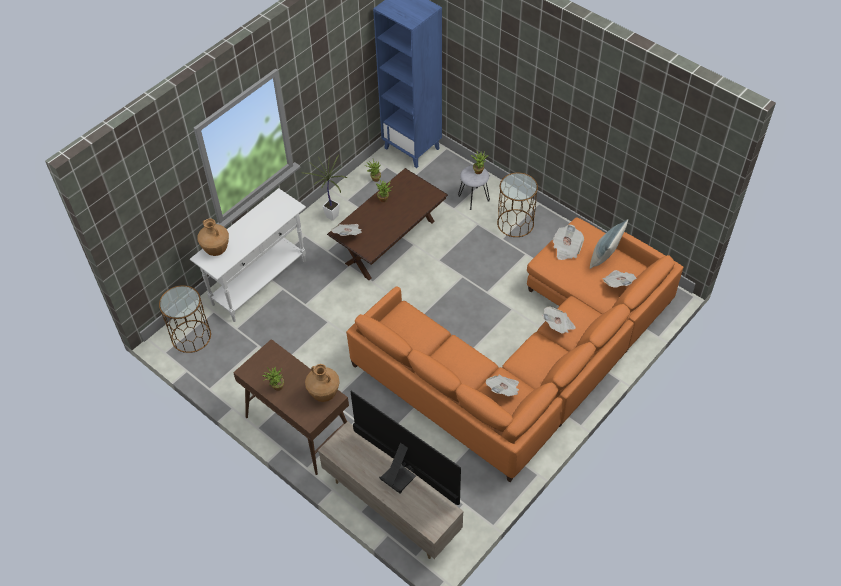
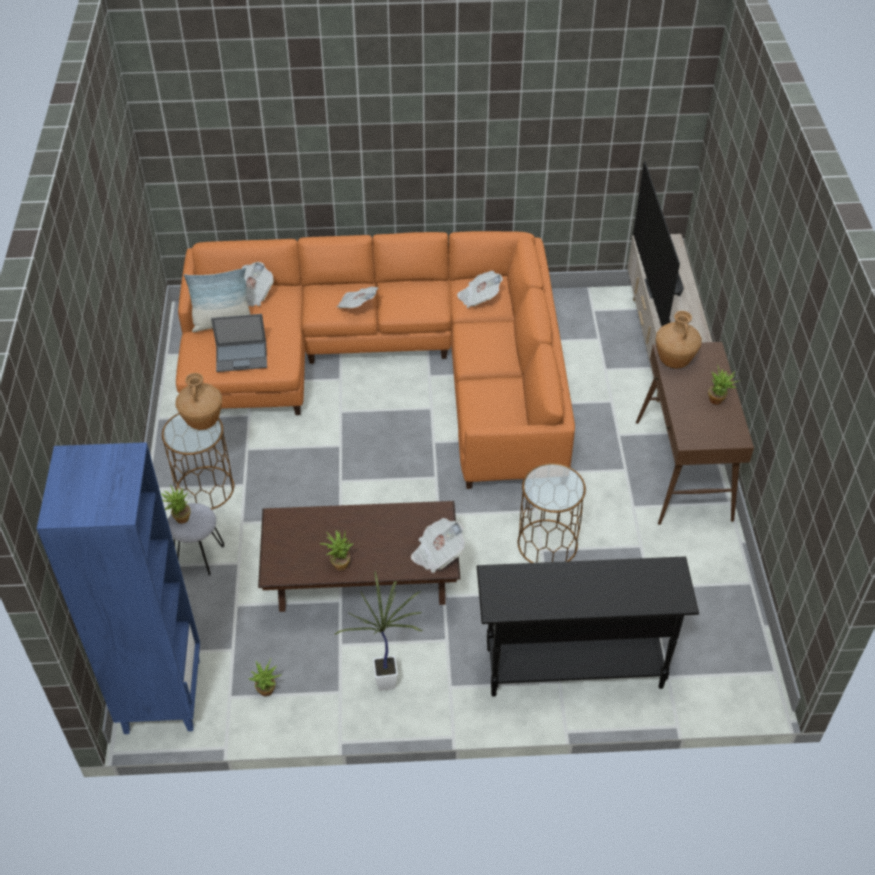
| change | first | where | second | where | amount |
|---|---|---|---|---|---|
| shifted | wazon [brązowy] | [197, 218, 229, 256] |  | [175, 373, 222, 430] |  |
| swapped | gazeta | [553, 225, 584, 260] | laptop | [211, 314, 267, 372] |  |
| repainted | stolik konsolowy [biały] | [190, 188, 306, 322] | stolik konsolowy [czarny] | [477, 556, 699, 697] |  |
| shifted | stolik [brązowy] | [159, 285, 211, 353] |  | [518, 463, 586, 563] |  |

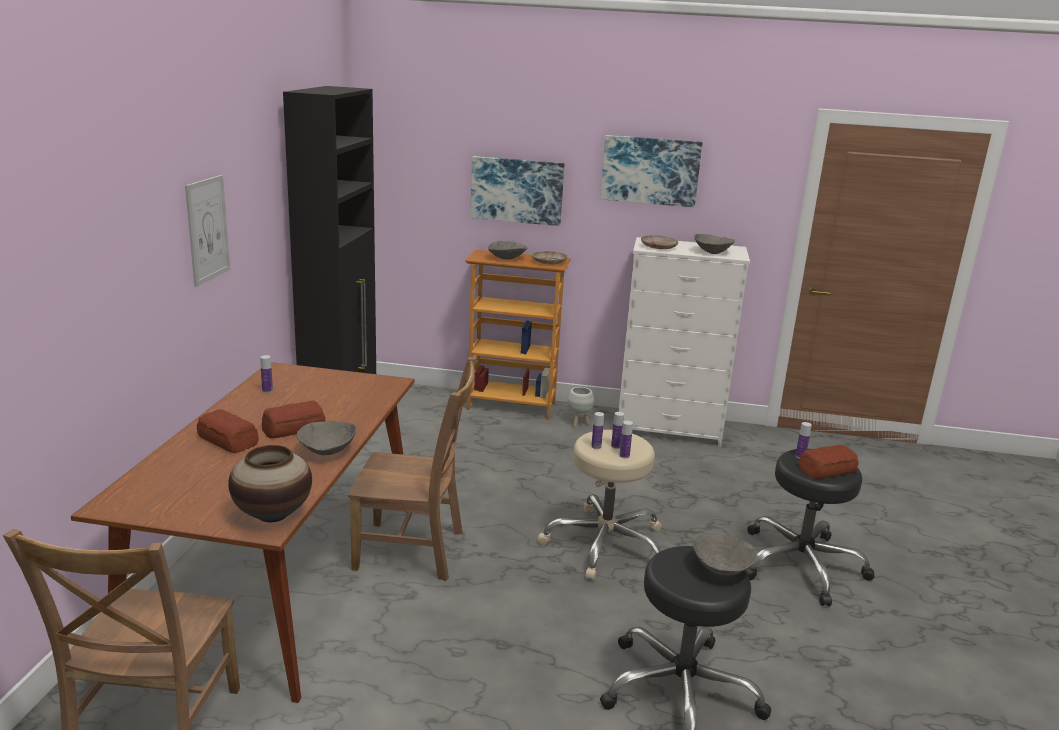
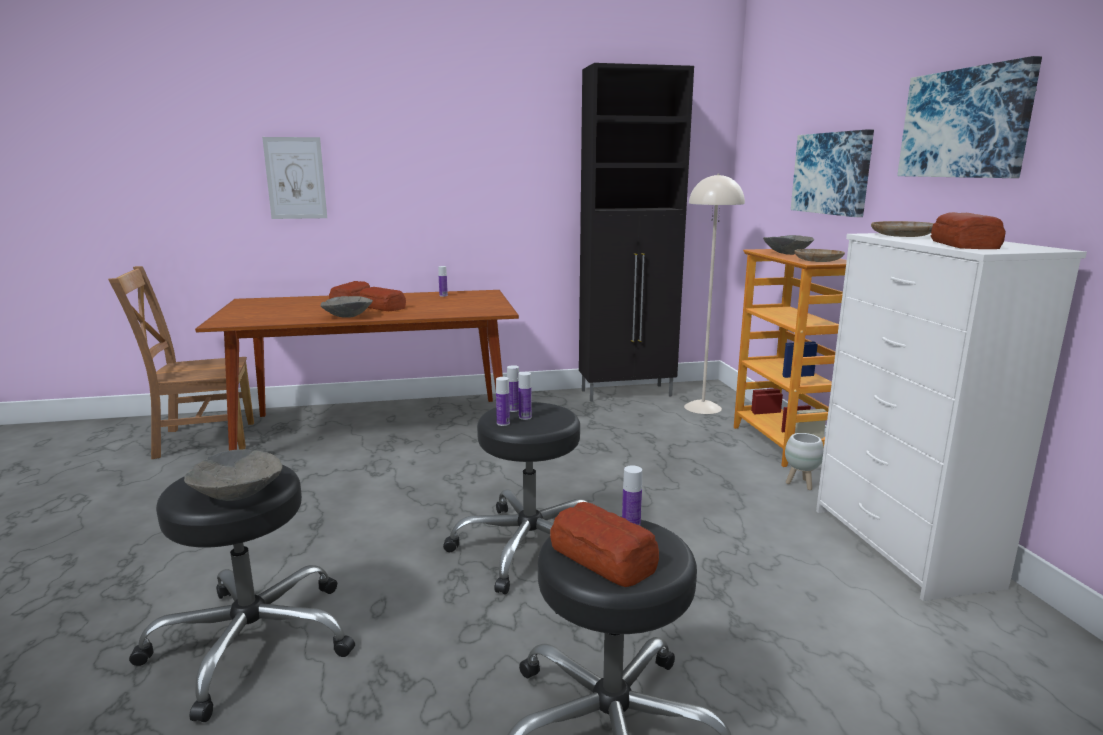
| change | first | where | second | where | amount |
|---|---|---|---|---|---|
| shifted | obraz | [185, 175, 230, 287] |  | [262, 137, 327, 219] |  |
| repainted | stołek [beżowy] | [538, 430, 662, 581] | stołek [czarny] | [443, 402, 589, 595] |  |
| new |  |  | lampa stojąca [beżowy] | [684, 174, 745, 414] |  |
| swapped | miska [szary] | [694, 234, 735, 254] | chleb | [931, 212, 1006, 249] |  |
| gone | wazon | [228, 445, 312, 522] |  |  |  |
| gone | krzesło [brązowy] | [348, 357, 477, 581] |  |  |  |

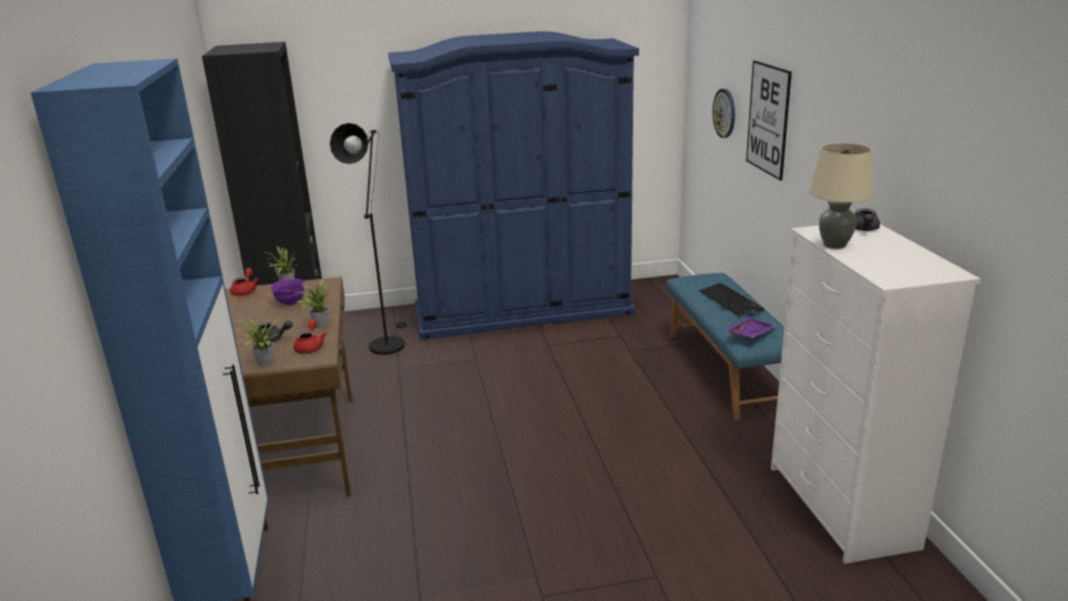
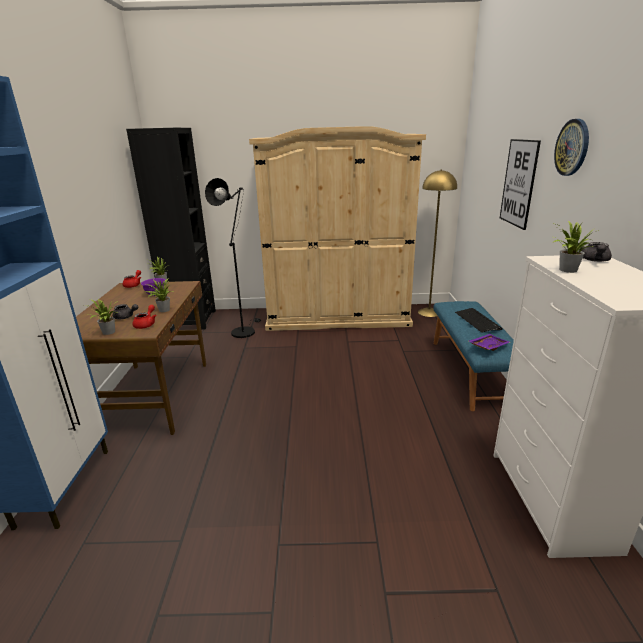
| change | first | where | second | where | amount |
|---|---|---|---|---|---|
| repainted | szafa [niebieski] | [388, 31, 639, 340] | szafa [beżowy] | [249, 126, 426, 331] |  |
| new |  |  | lampa stojąca [żółty] | [418, 169, 457, 317] |  |
| swapped | lampa stołowa [beżowy] | [809, 143, 873, 249] | roślina doniczkowa | [552, 221, 599, 273] |  |
| shifted | zegar ścienny | [713, 89, 735, 138] |  | [554, 119, 589, 176] |  |

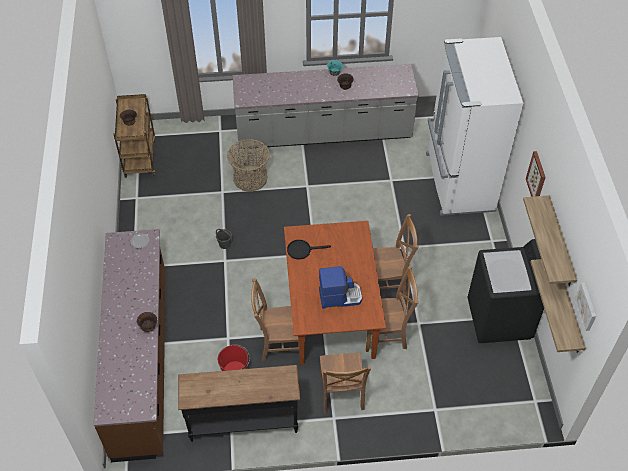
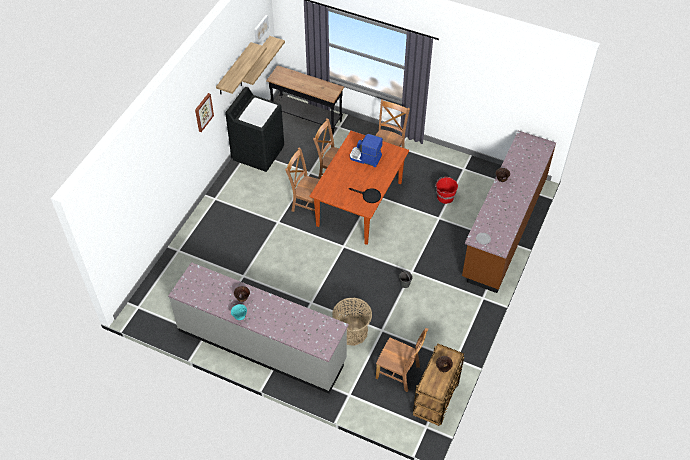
| change | first | where | second | where | amount |
|---|---|---|---|---|---|
| shifted | stolik konsolowy [czarny] | [178, 365, 300, 442] |  | [266, 65, 344, 134] |  |
| shifted | krzesło [brązowy] | [251, 279, 299, 361] |  | [376, 328, 428, 392] |  |
| gone | lodówka [biały] | [426, 37, 523, 216] |  |  |  |

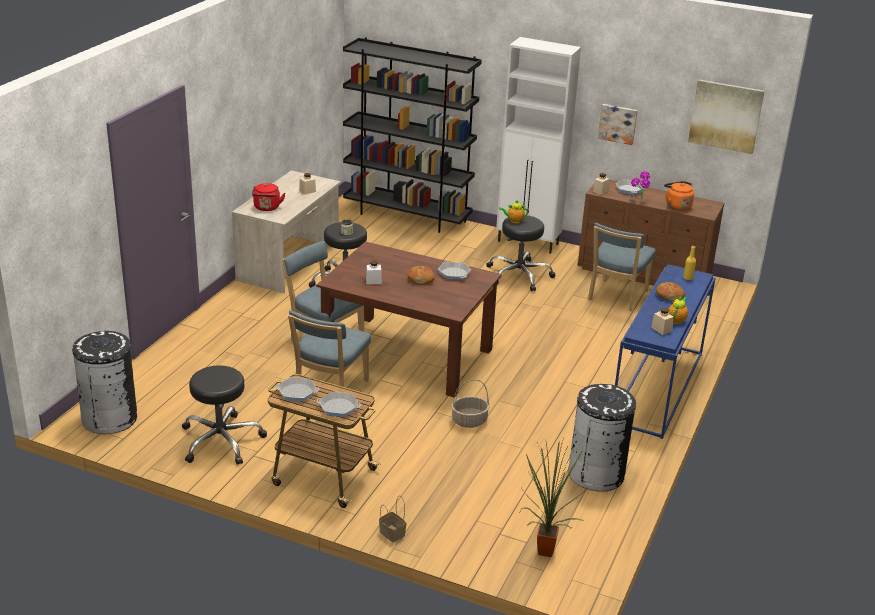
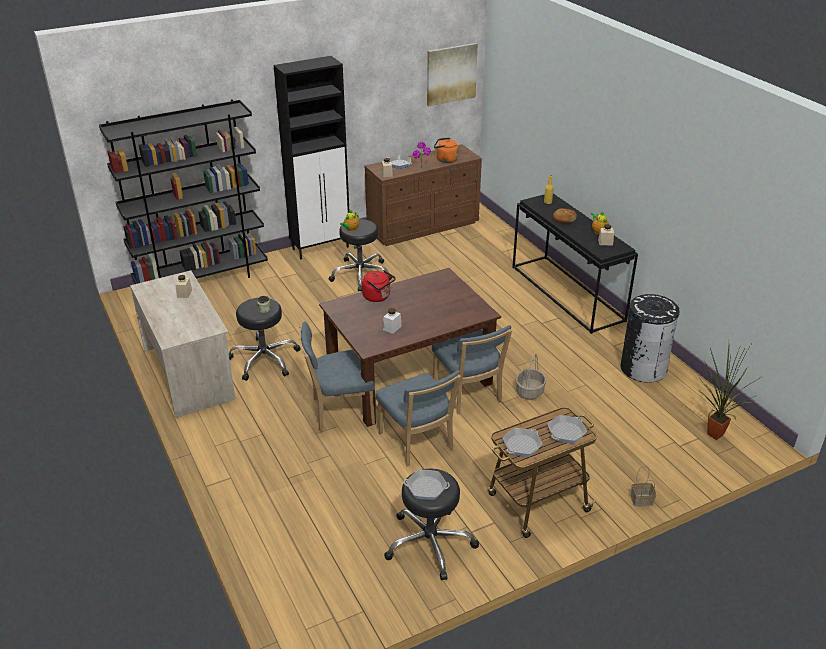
| change | first | where | second | where | amount |
|---|---|---|---|---|---|
| repainted | szafka [biały] | [496, 37, 581, 254] | szafka [czarny] | [274, 56, 350, 259] |  |
| shifted | czajnik [czerwony] | [252, 183, 285, 211] |  | [362, 270, 396, 302] |  |
| shifted | patelnia | [438, 261, 471, 280] |  | [404, 470, 450, 500] |  |
| shifted | krzesło [niebieski] | [588, 223, 656, 311] |  | [432, 325, 512, 414] |  |
| repainted | stolik konsolowy [niebieski] | [615, 264, 715, 439] | stolik konsolowy [czarny] | [512, 193, 638, 334] |  |
| gone | kosz na śmieci [czarny] | [72, 331, 137, 434] |  |  |  |
| gone | chleb | [408, 266, 435, 284] |  |  |  |
| gone | obraz | [598, 104, 638, 145] |  |  |  |

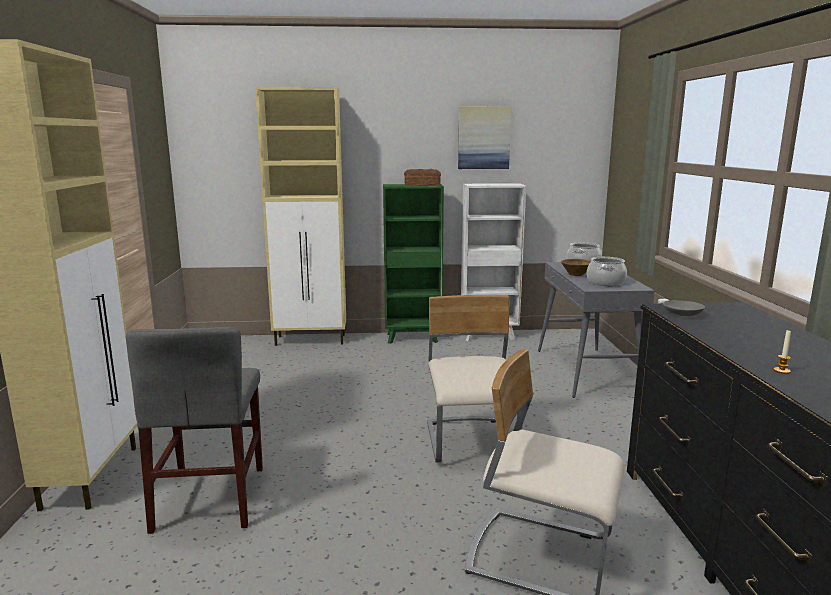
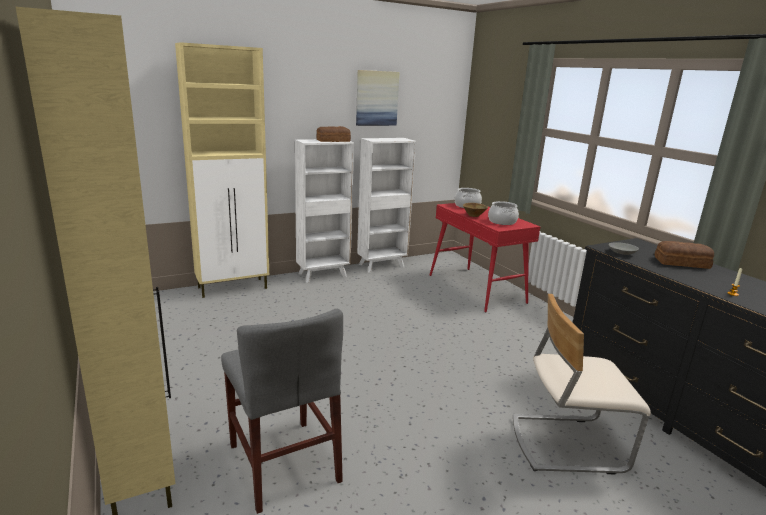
| change | first | where | second | where | amount |
|---|---|---|---|---|---|
| repainted | regał [zielony] | [383, 184, 444, 344] | regał [biały] | [295, 139, 354, 283] |  |
| repainted | stolik konsolowy [szary] | [538, 262, 655, 398] | stolik konsolowy [czerwony] | [430, 203, 540, 313] |  |
| new |  |  | chleb | [655, 241, 714, 269] |  |
| gone | krzesło [beżowy] | [427, 295, 522, 462] |  |  |  |

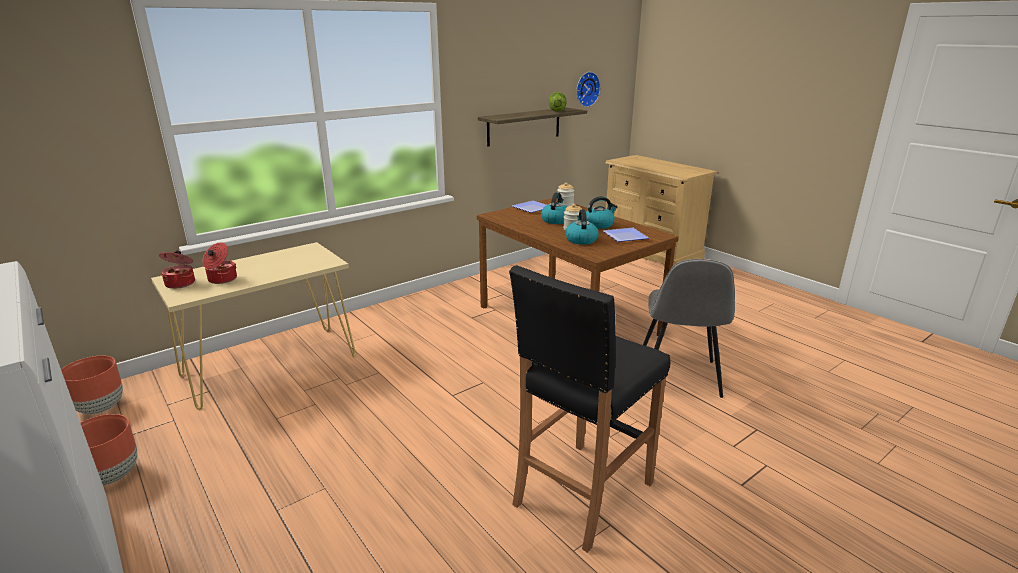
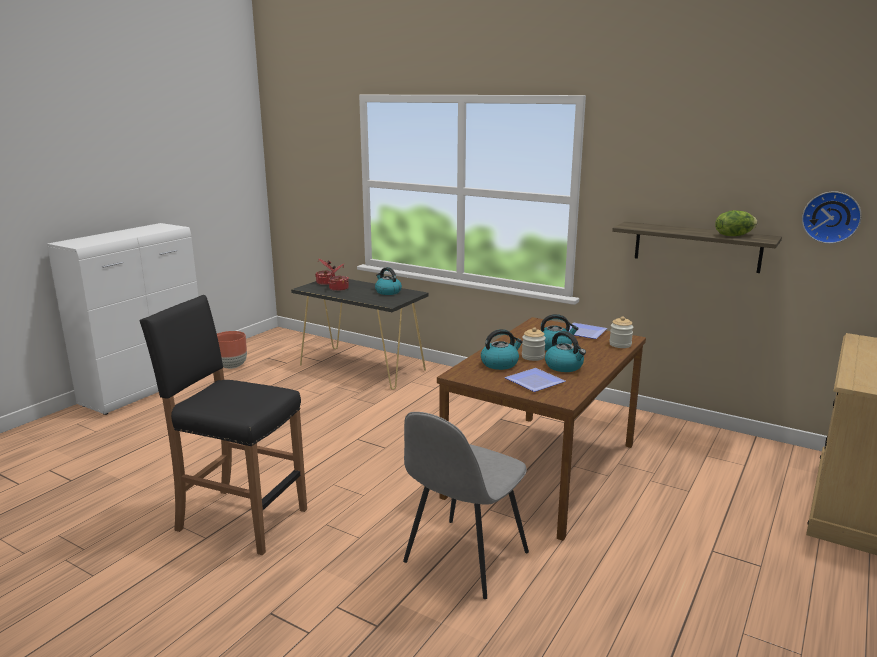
| change | first | where | second | where | amount |
|---|---|---|---|---|---|
| repainted | stolik konsolowy [beżowy] | [151, 242, 356, 410] | stolik konsolowy [czarny] | [291, 279, 429, 390] |  |
| new |  |  | czajnik | [375, 267, 402, 295] |  |
| rotated | krzesło [szary] | [643, 259, 735, 398] |  | [403, 412, 529, 599] | 45 degrees counterclockwise |
| gone | donica [brązowy] | [61, 356, 123, 414] |  |  |  |

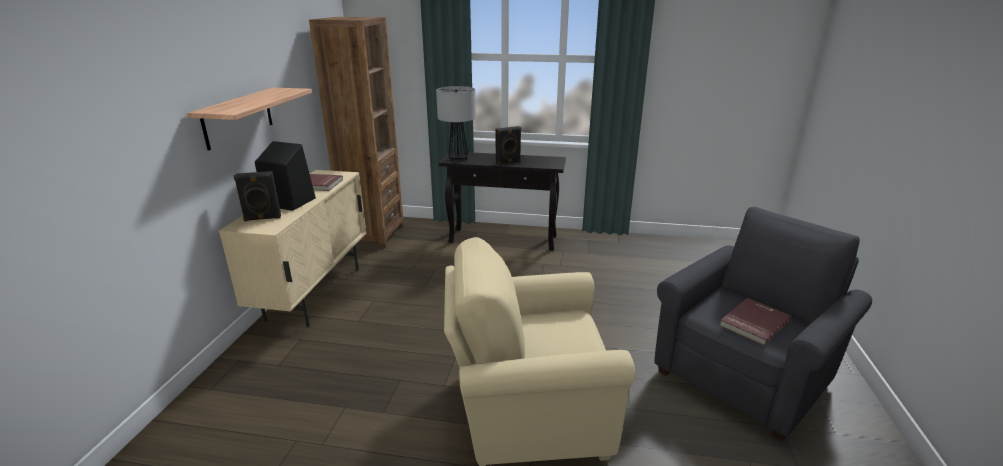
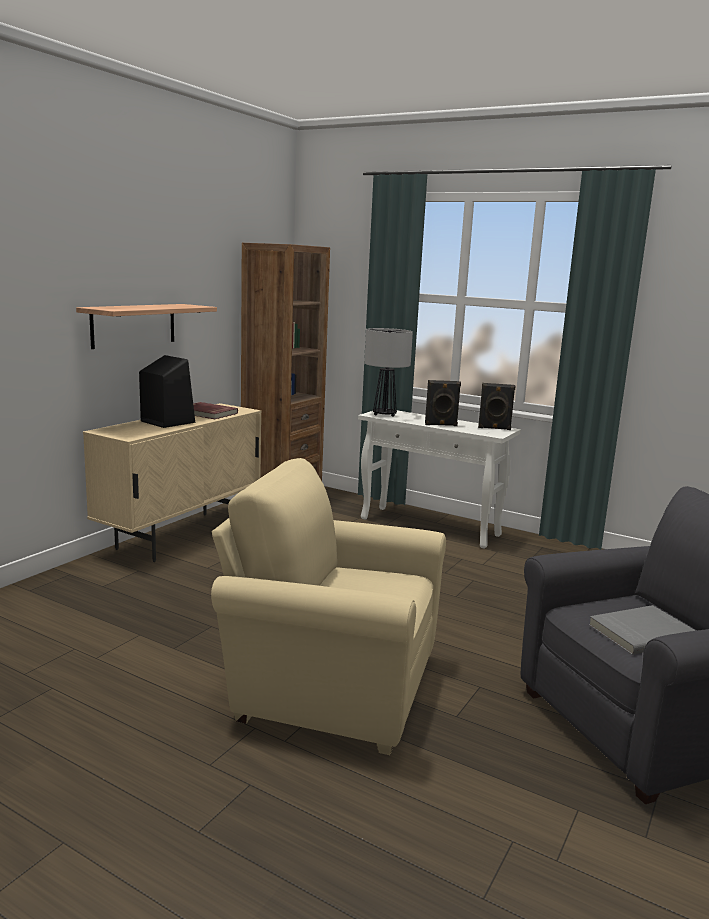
| change | first | where | second | where | amount |
|---|---|---|---|---|---|
| repainted | stolik konsolowy [czarny] | [439, 151, 566, 251] | stolik konsolowy [biały] | [358, 410, 521, 549] |  |
| shifted | głośnik [czarny] | [234, 171, 281, 221] |  | [478, 383, 516, 430] |  |
| repainted | książka [czerwony] | [719, 298, 791, 346] | książka [szary] | [589, 605, 696, 655] |  |

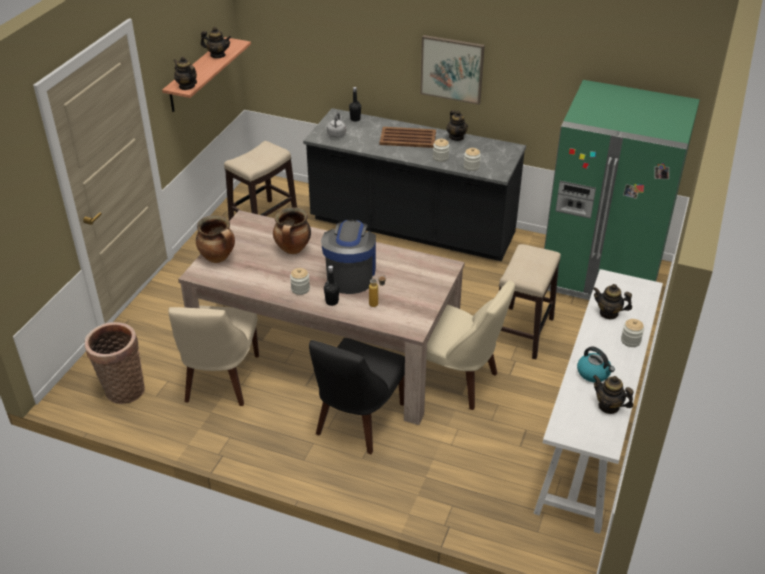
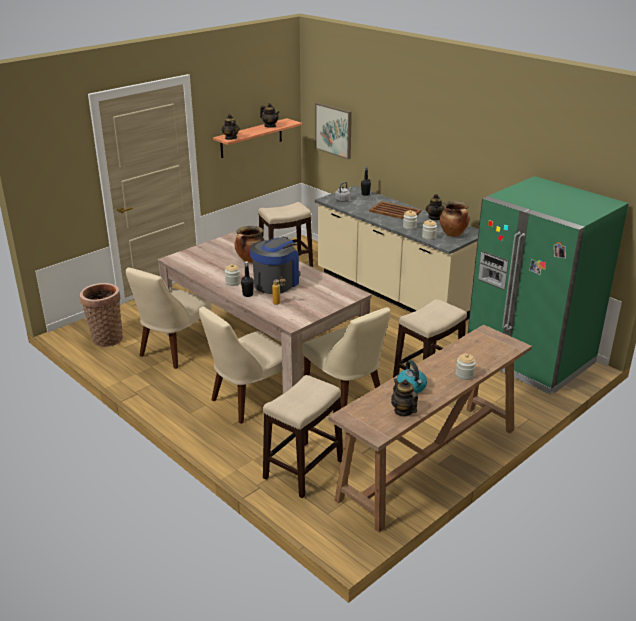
| change | first | where | second | where | amount |
|---|---|---|---|---|---|
| repainted | krzesło [czarny] | [309, 338, 405, 454] | krzesło [beżowy] | [199, 307, 282, 424] |  |
| new |  |  | stołek | [263, 375, 343, 498] |  |
| shifted | obraz | [420, 35, 485, 105] |  | [315, 103, 352, 159] |  |
| repainted | zabudowa kuchenna [czarny] | [303, 108, 526, 261] | zabudowa kuchenna [beżowy] | [315, 186, 479, 321] |  |
| repainted | stolik konsolowy [biały] | [534, 269, 663, 534] | stolik konsolowy [brązowy] | [328, 325, 532, 532] |  |
| shifted | garnek | [196, 215, 235, 263] |  | [440, 201, 469, 237] |  |
| gone | imbryk | [593, 284, 632, 319] |  |  |  |

